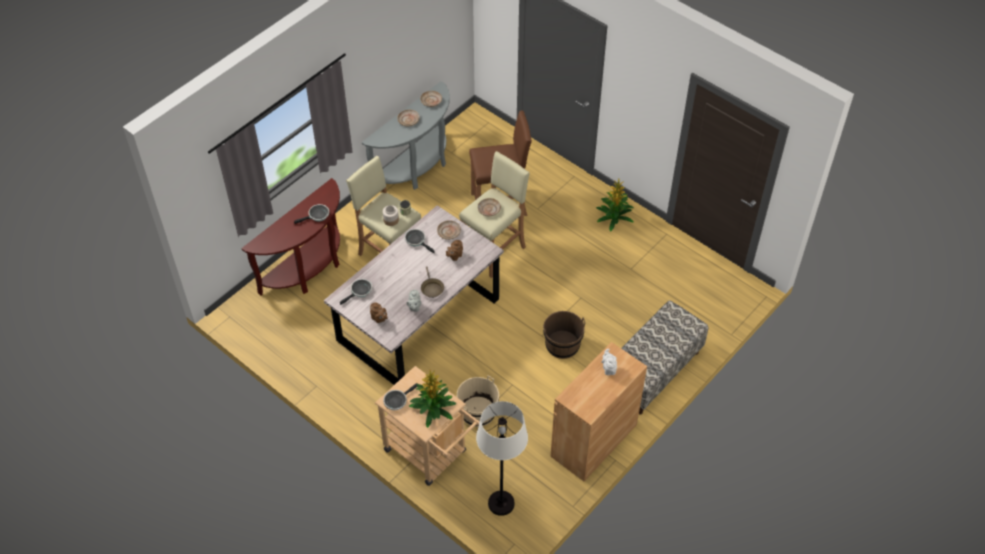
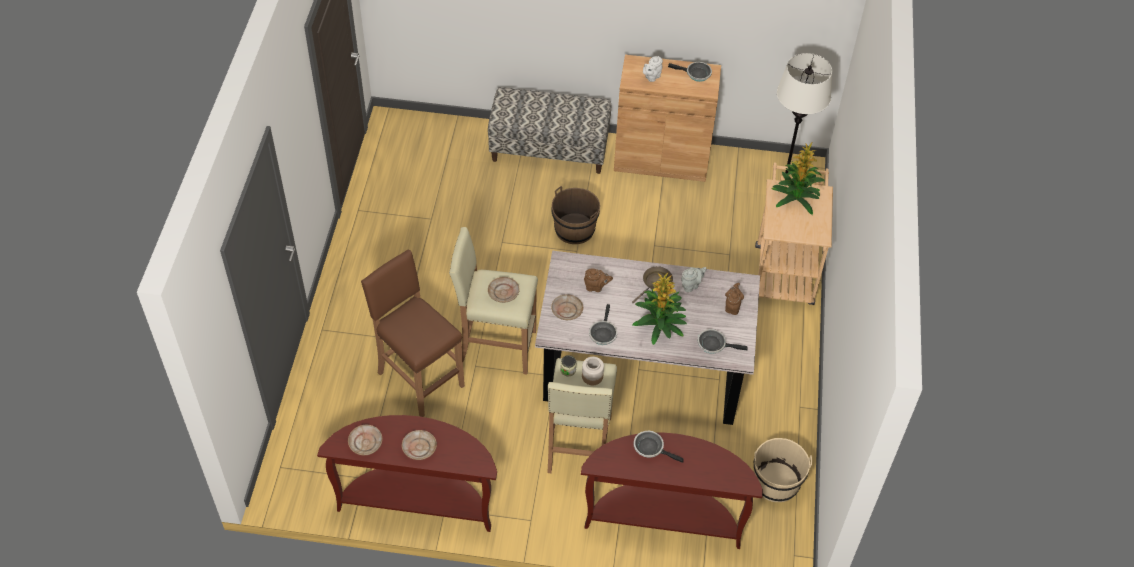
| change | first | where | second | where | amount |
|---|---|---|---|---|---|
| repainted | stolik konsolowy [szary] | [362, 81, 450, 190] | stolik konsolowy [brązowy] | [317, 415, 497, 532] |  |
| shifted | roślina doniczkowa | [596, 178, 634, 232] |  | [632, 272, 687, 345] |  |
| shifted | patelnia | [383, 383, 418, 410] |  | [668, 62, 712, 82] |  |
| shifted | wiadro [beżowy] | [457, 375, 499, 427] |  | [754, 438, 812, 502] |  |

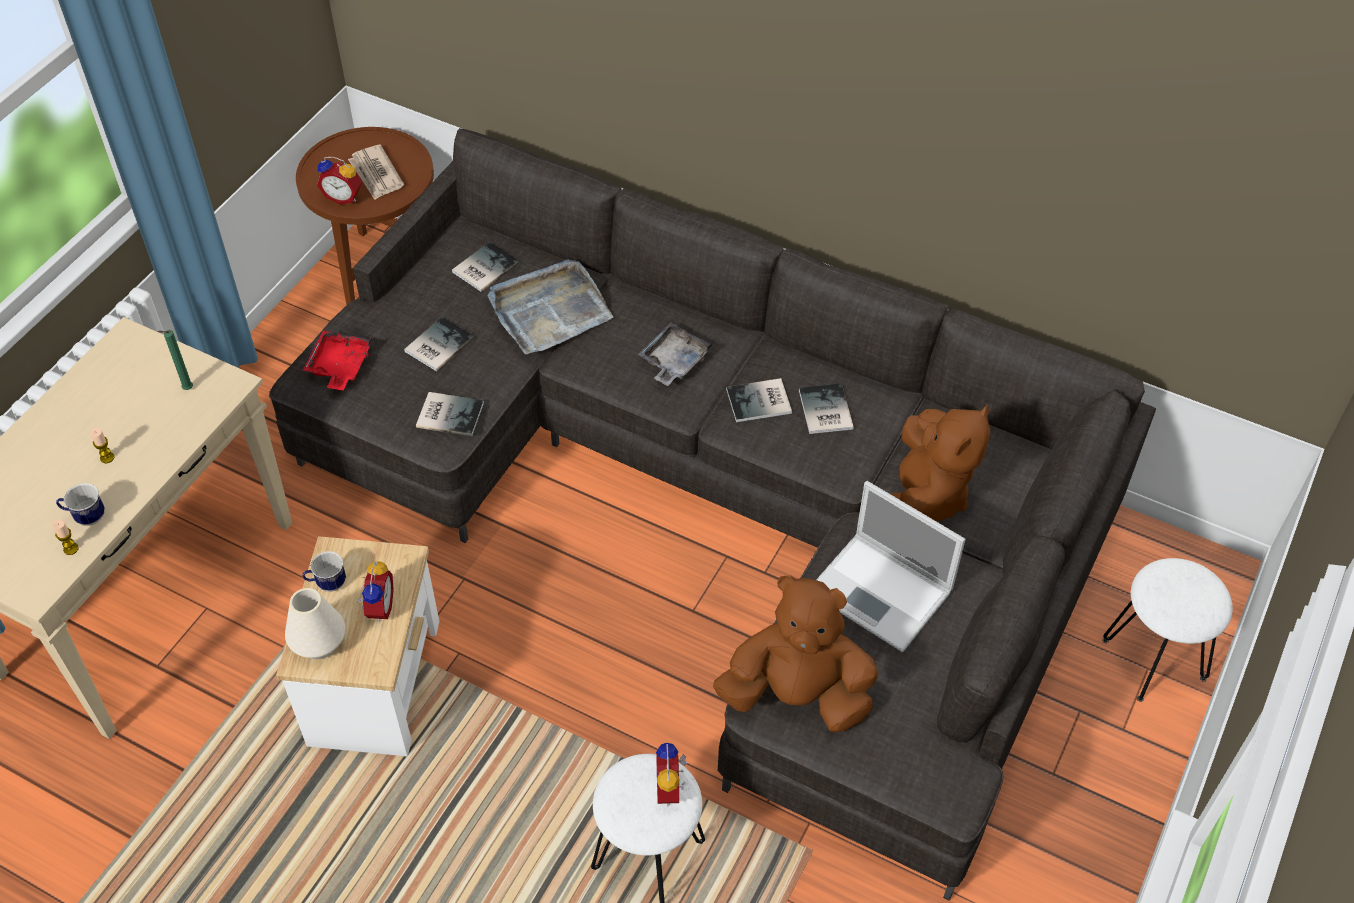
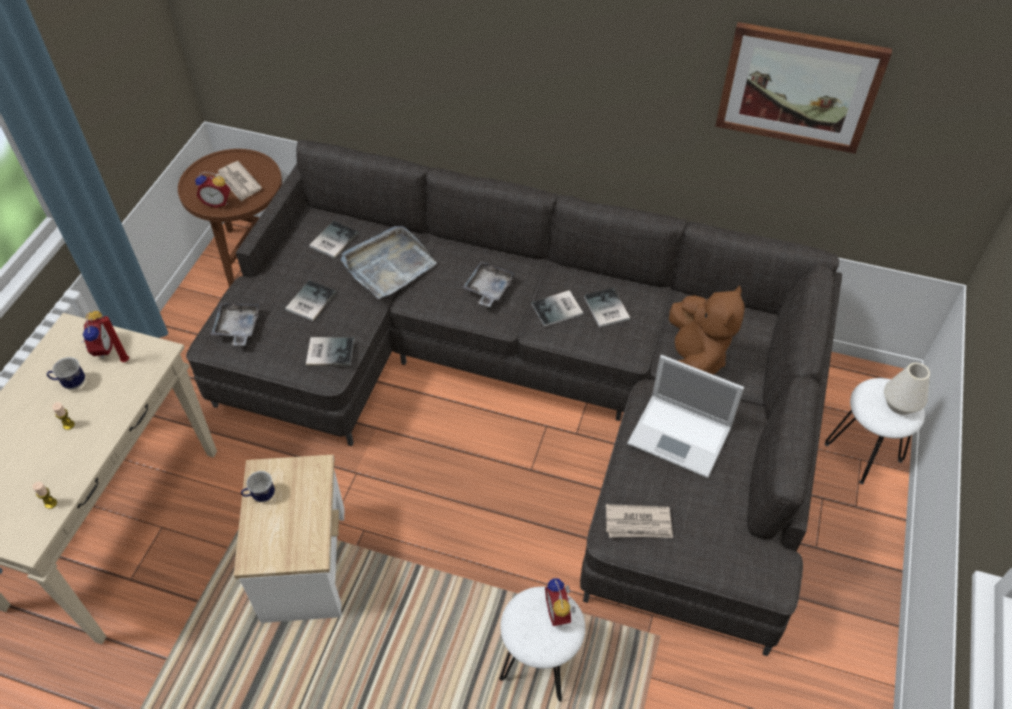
| change | first | where | second | where | amount |
|---|---|---|---|---|---|
| shifted | kubek | [56, 483, 105, 526] |  | [46, 357, 85, 390] |  |
| shifted | budzik | [356, 561, 394, 622] |  | [81, 310, 113, 359] |  |
| repainted | świeca [zielony] | [158, 330, 193, 390] | świeca [czerwony] | [96, 316, 129, 362] |  |
| repainted | taca [czerwony] | [303, 331, 372, 390] | taca [szary] | [210, 303, 259, 346] |  |
| swapped | pluszak [brązowy] | [713, 575, 878, 732] | gazeta | [606, 504, 673, 538] |  |
| new |  |  | obraz | [715, 22, 892, 154] |  |
| shifted | wazon [biały] | [285, 588, 345, 659] |  | [884, 363, 930, 415] |  |

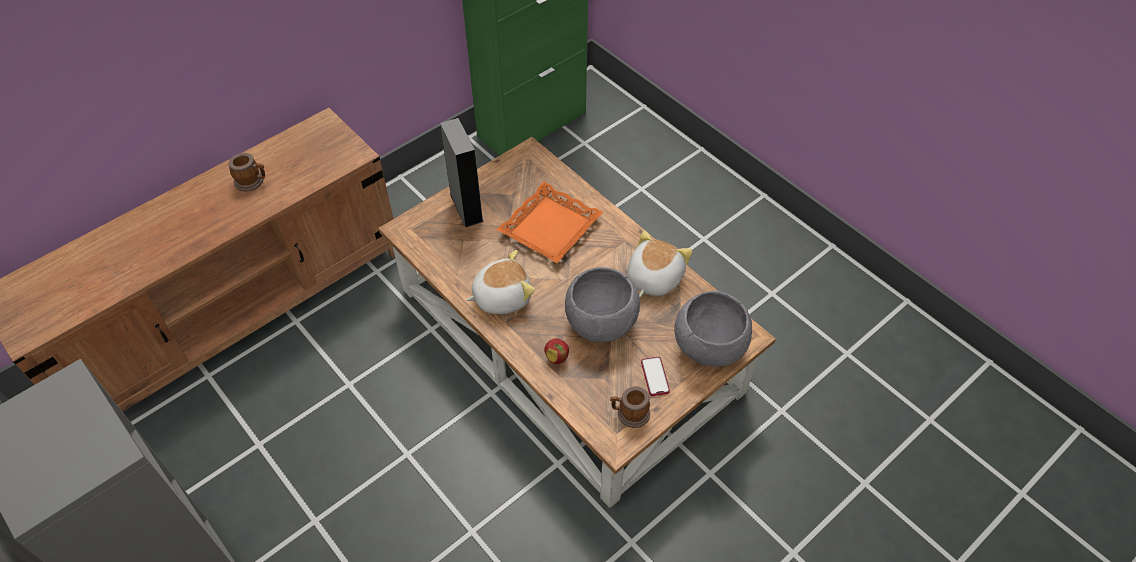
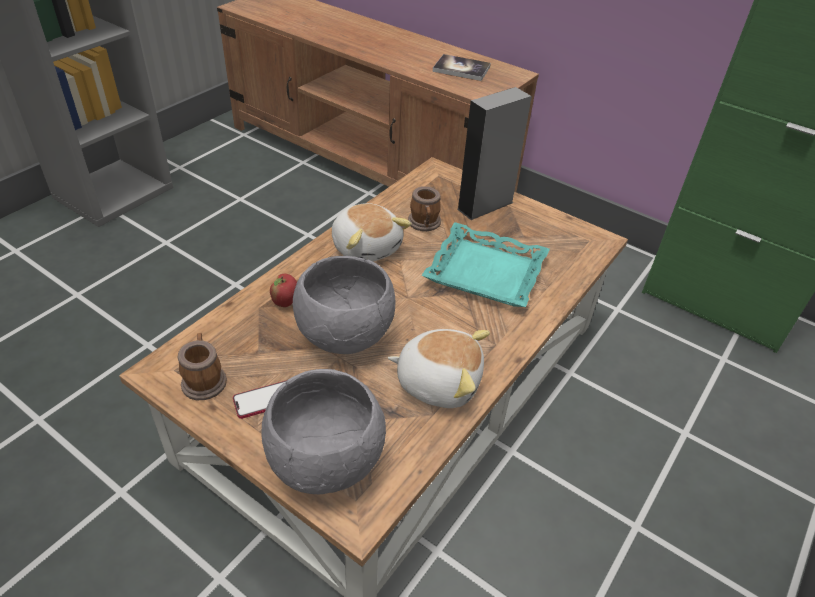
| change | first | where | second | where | amount |
|---|---|---|---|---|---|
| shifted | kubek | [228, 153, 265, 191] |  | [408, 186, 441, 231] |  |
| repainted | taca [pomarańczowy] | [497, 182, 603, 263] | taca [turkusowy] | [422, 222, 550, 307] |  |
| new |  |  | książka | [433, 54, 491, 81] |  |

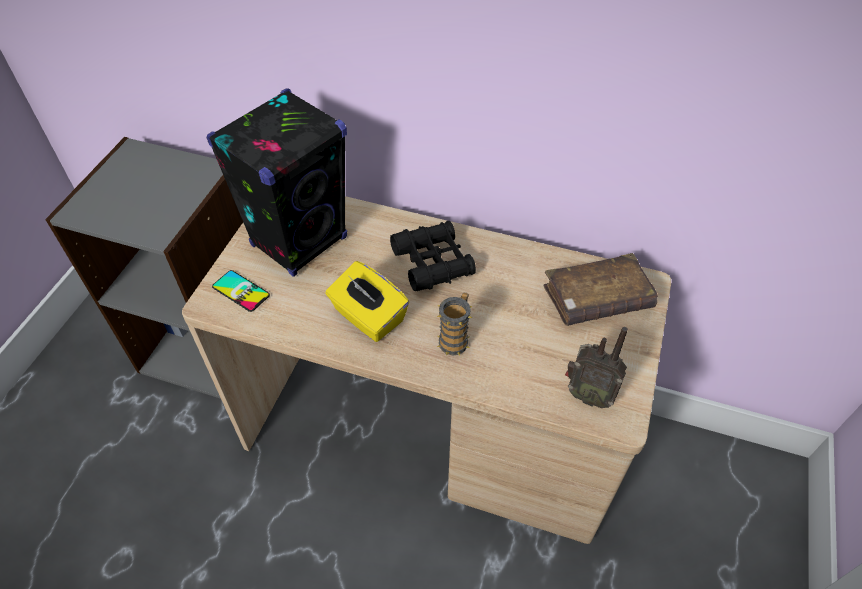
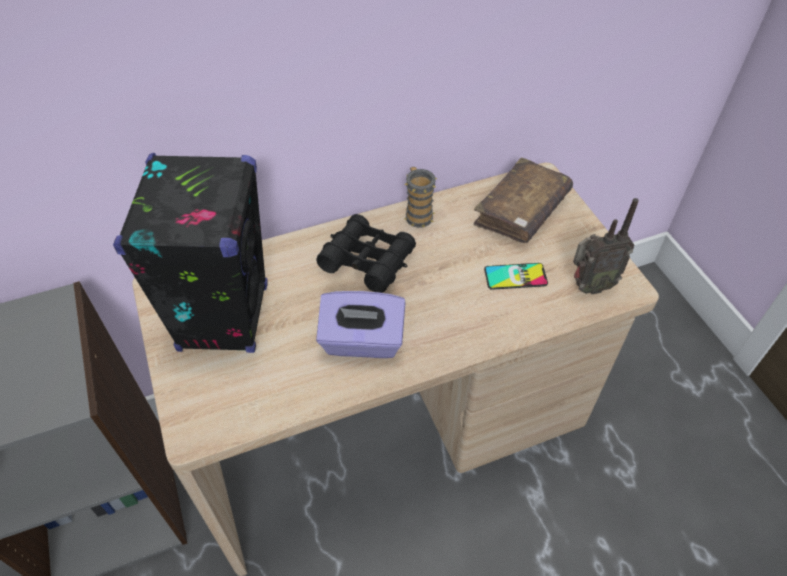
| change | first | where | second | where | amount |
|---|---|---|---|---|---|
| repainted | pudełko chusteczek [żółty] | [325, 261, 409, 342] | pudełko chusteczek [fioletowy] | [316, 291, 406, 358] |  |
| shifted | kubek | [437, 293, 472, 355] |  | [404, 167, 437, 228] |  |
| shifted | telefon | [212, 270, 270, 312] |  | [484, 263, 548, 290] |  |

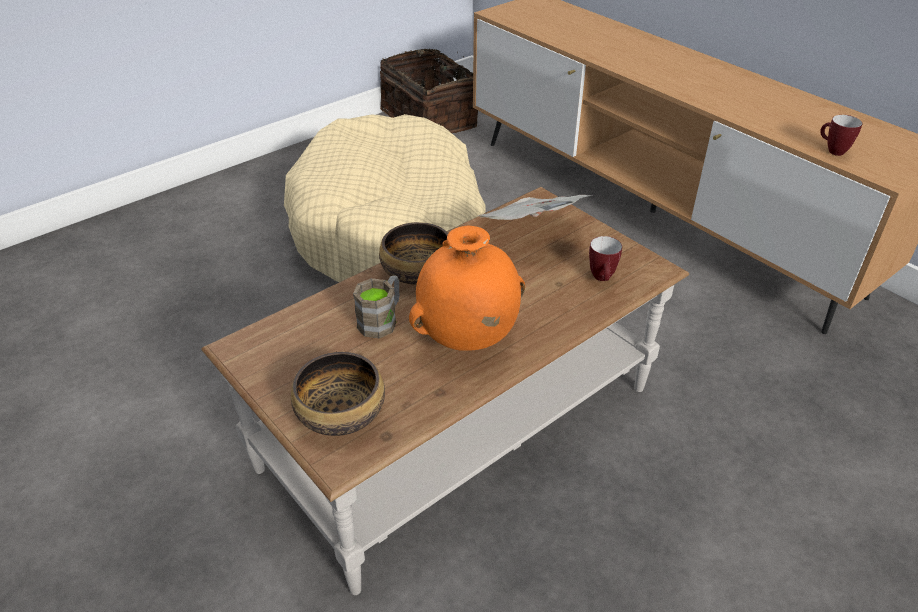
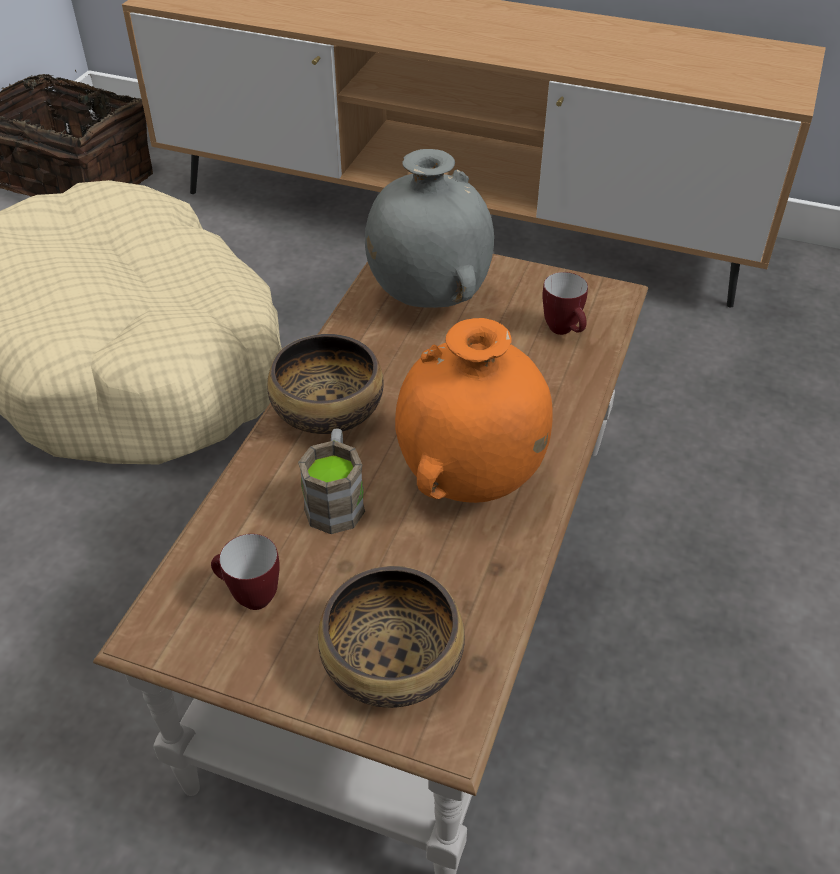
| change | first | where | second | where | amount |
|---|---|---|---|---|---|
| shifted | kubek | [820, 115, 862, 156] |  | [211, 534, 280, 610] |  |
| swapped | gazeta | [477, 195, 593, 220] | wazon [szary] | [365, 149, 494, 308] |  |

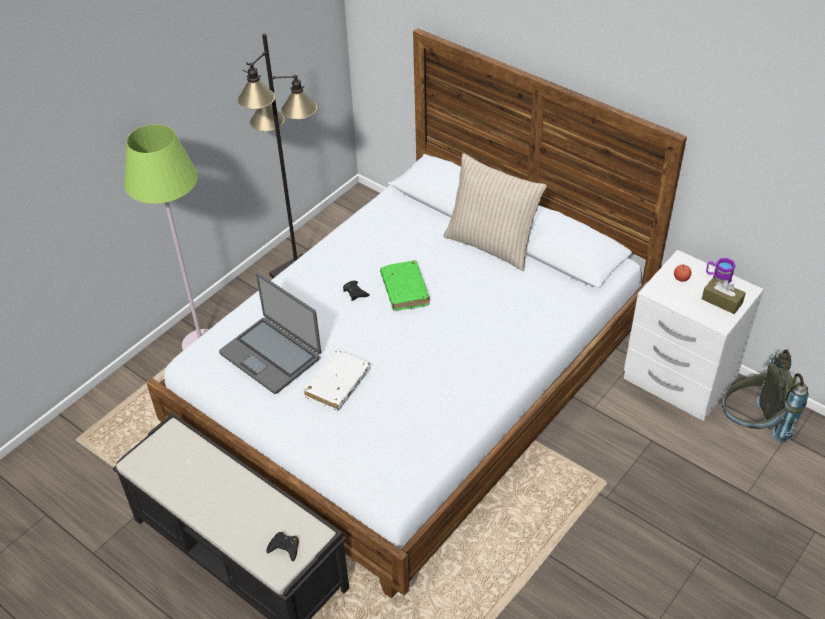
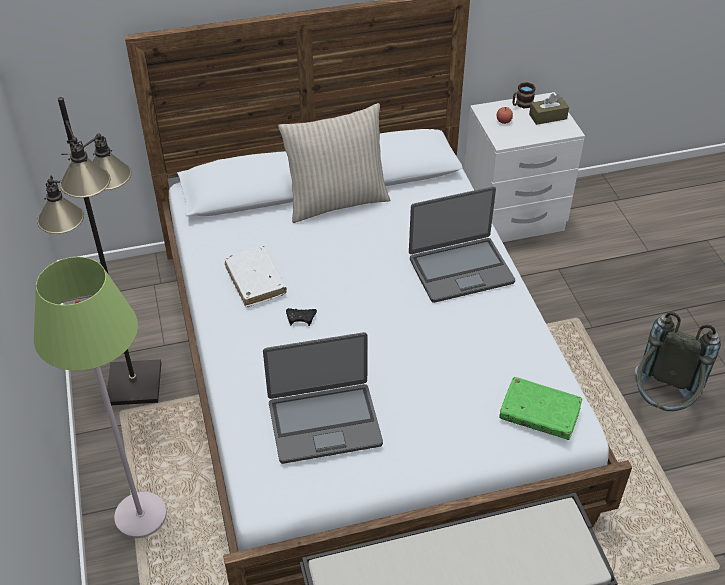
| change | first | where | second | where | amount |
|---|---|---|---|---|---|
| shifted | książka [biały] | [304, 350, 370, 410] |  | [225, 246, 287, 307] |  |
| new |  |  | laptop | [409, 187, 515, 303] |  |
| shifted | książka [zielony] | [380, 260, 430, 310] |  | [499, 377, 582, 440] |  |
| repainted | kubek [fioletowy] | [706, 258, 736, 283] | kubek [brązowy] | [513, 82, 536, 108] |  |
| shifted | plecak [szary] | [722, 349, 809, 443] |  | [635, 312, 721, 411] |  |
| gone | pad do gier [czarny] | [266, 532, 299, 561] |  |  |  |

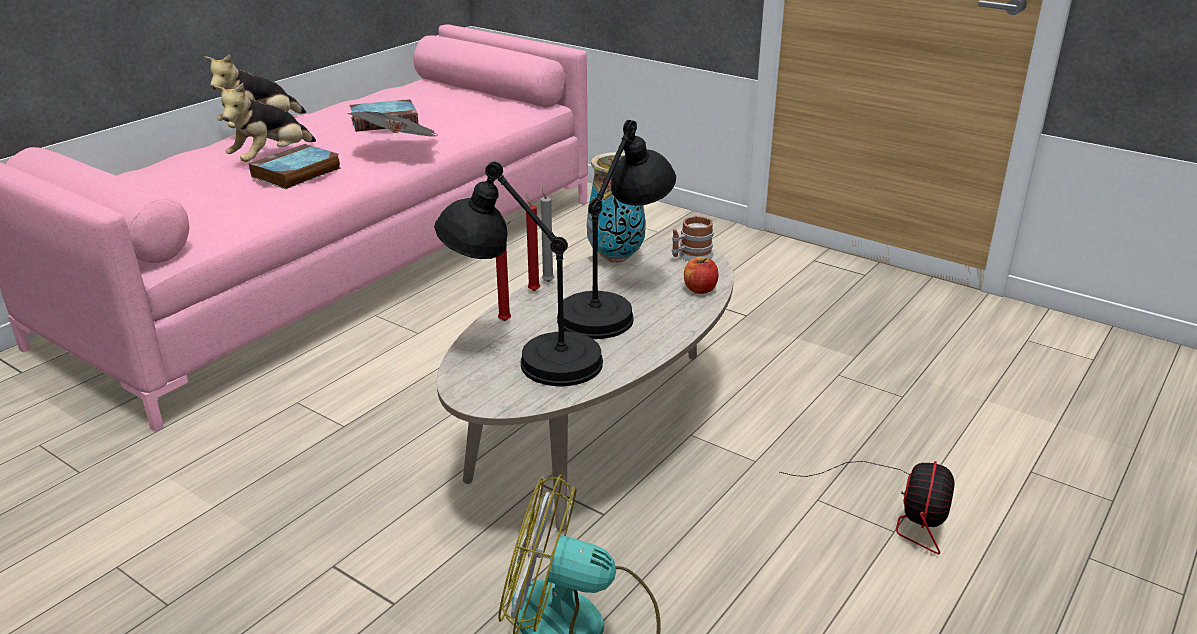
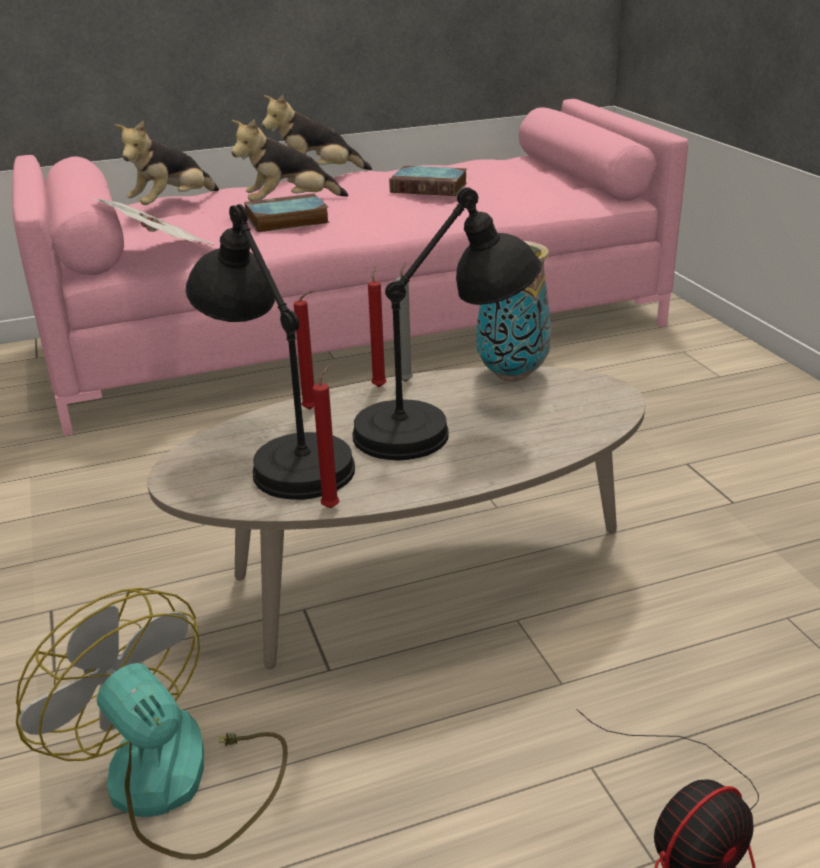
| change | first | where | second | where | amount |
|---|---|---|---|---|---|
| shifted | gazeta | [347, 111, 439, 137] |  | [94, 199, 214, 244] |  |
| new |  |  | pluszak | [115, 121, 219, 205] |  |
| new |  |  | świeca [czerwony] | [313, 365, 340, 508] |  |
| gone | kubek | [672, 216, 714, 261] |  |  |  |
| gone | jabłko | [684, 257, 719, 294] |  |  |  |

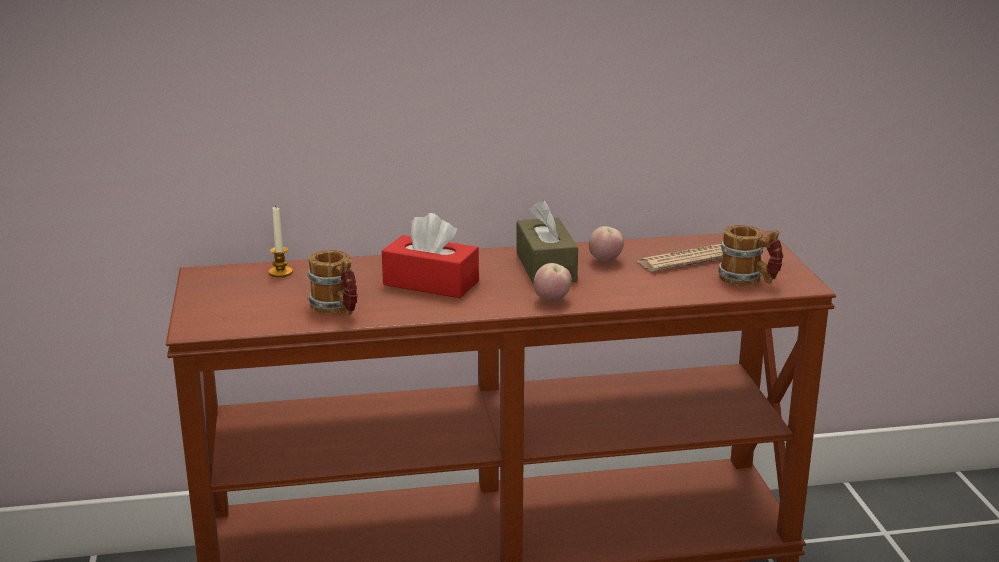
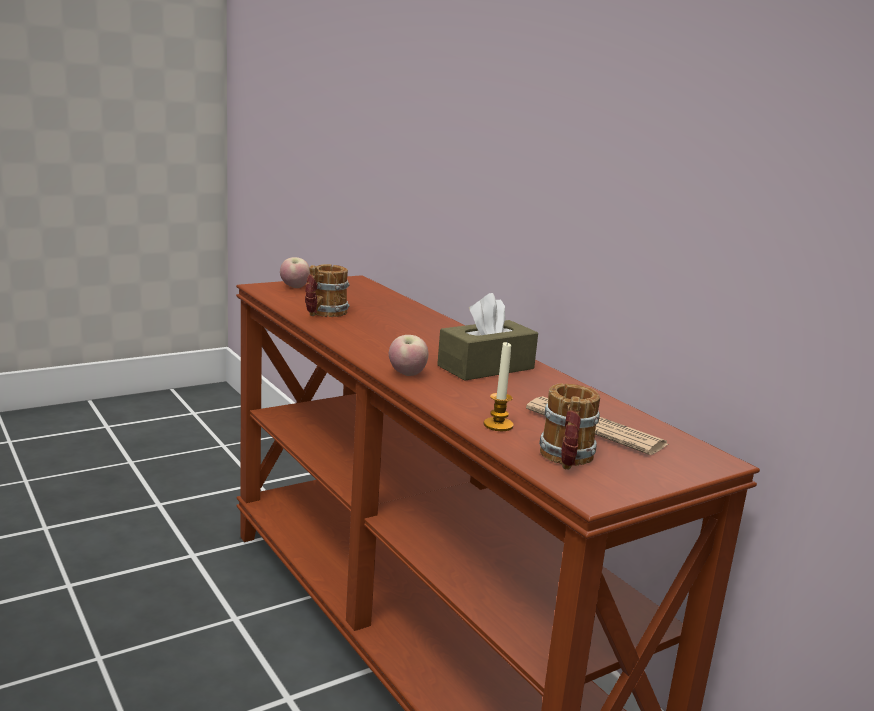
| change | first | where | second | where | amount |
|---|---|---|---|---|---|
| shifted | jabłko | [589, 226, 624, 262] |  | [280, 257, 310, 288] |  |
| shifted | świeca | [269, 207, 293, 277] |  | [484, 341, 514, 431] |  |
| gone | pudełko chusteczek [czerwony] | [382, 213, 479, 298] |  |  |  |

